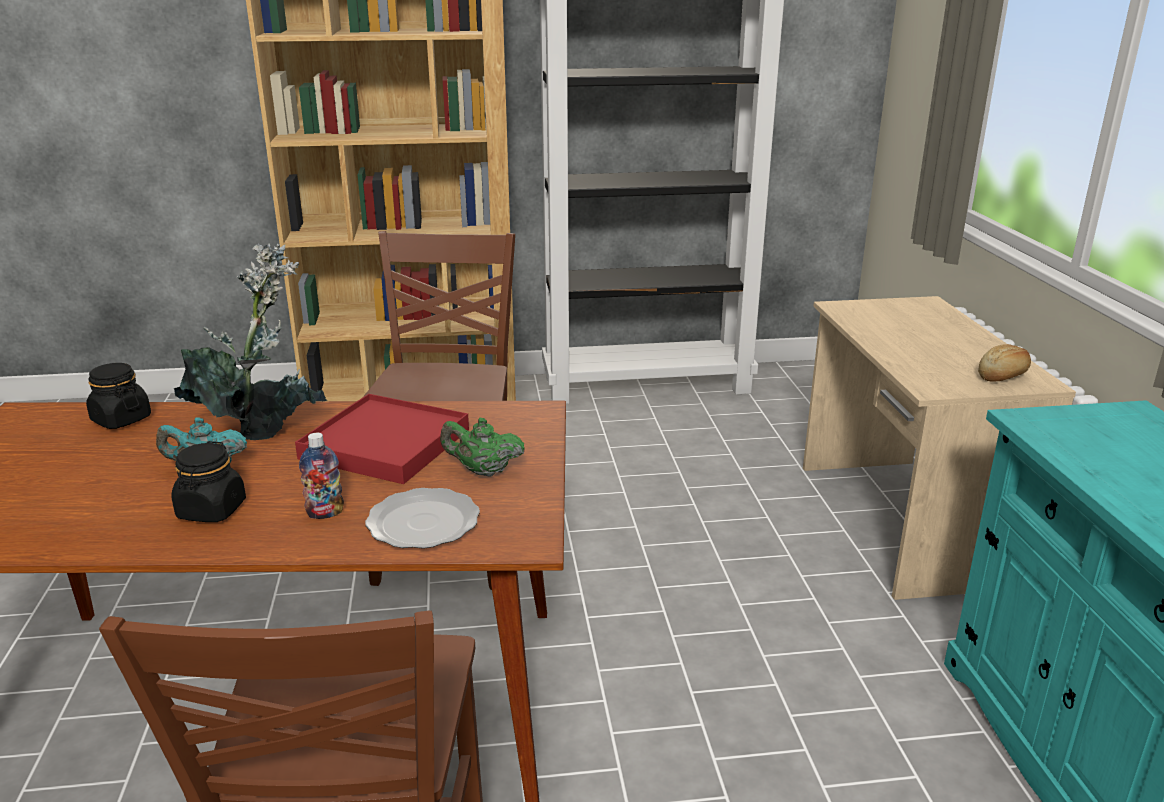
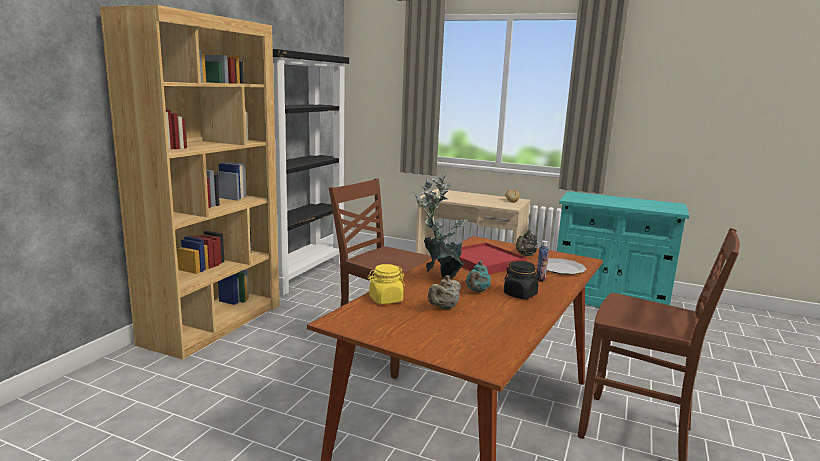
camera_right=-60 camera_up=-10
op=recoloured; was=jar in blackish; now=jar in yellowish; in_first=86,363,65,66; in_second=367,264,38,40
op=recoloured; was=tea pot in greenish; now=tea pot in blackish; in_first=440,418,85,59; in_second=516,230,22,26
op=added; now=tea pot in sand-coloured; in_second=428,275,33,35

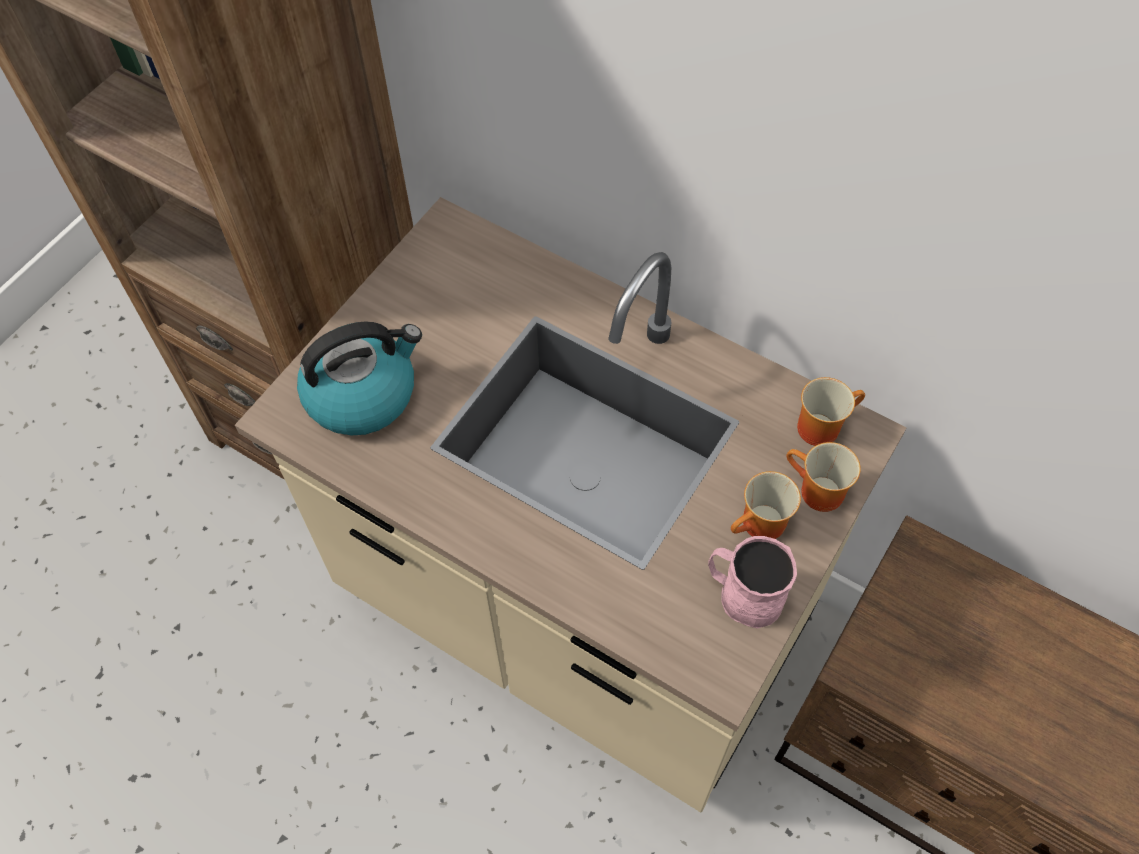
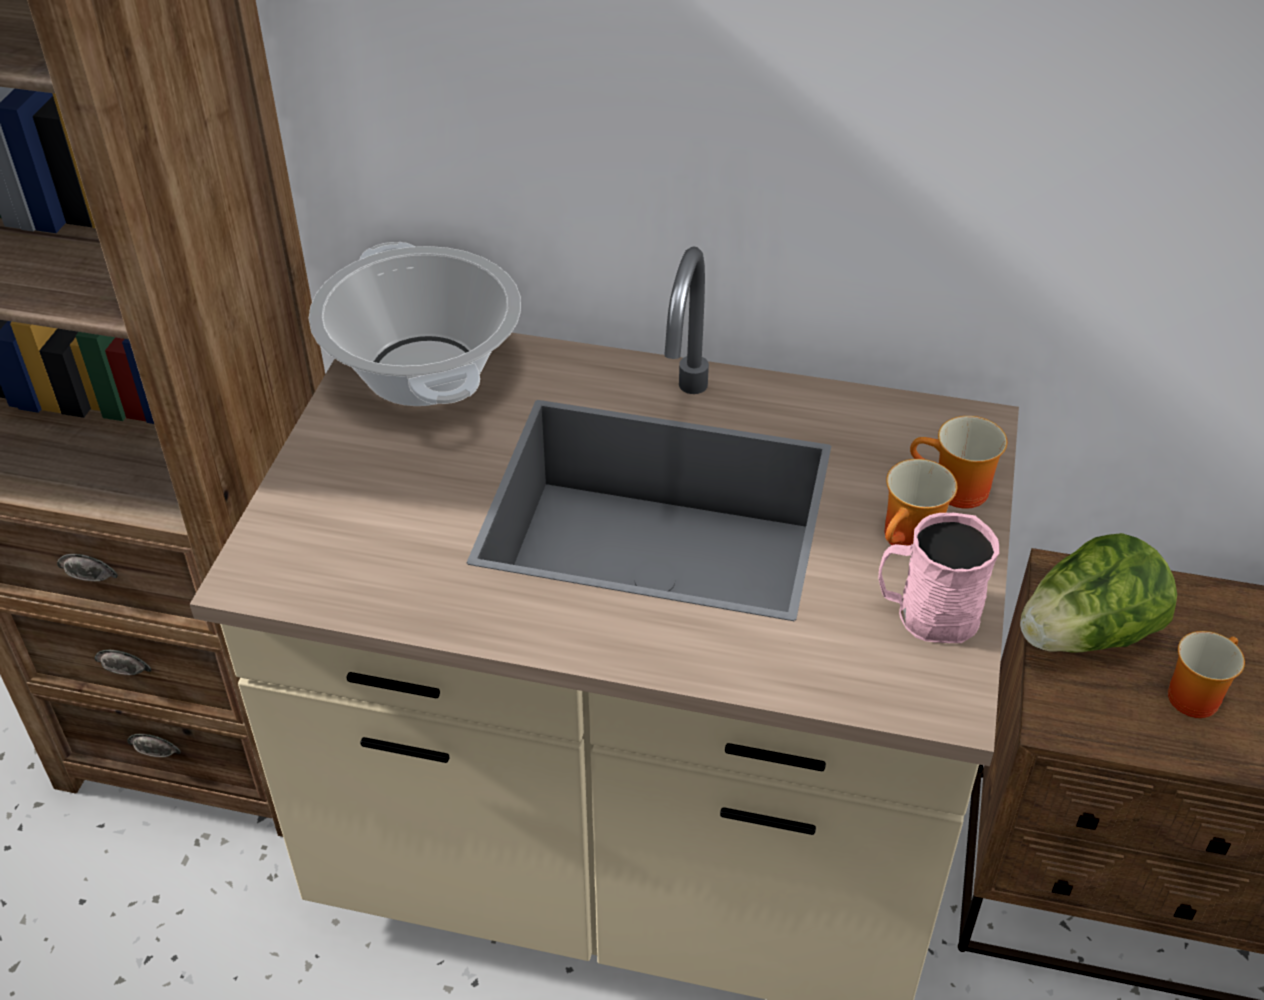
camera_right=-20 camera_up=-15
op=removed; was=tea kettle; in_first=297,322,125,113
op=moved; was=coffee mug; in_first=797,377,68,69; in_second=1168,631,77,87
op=added; now=stockpot; in_second=309,242,212,164
op=added; now=lettuce head; in_second=1020,533,157,120

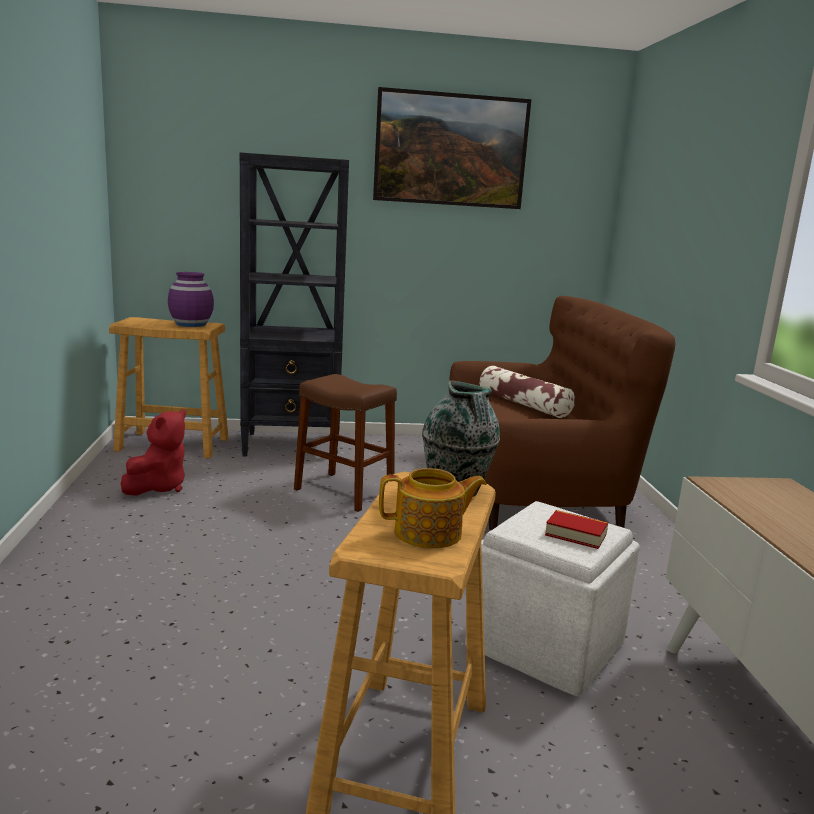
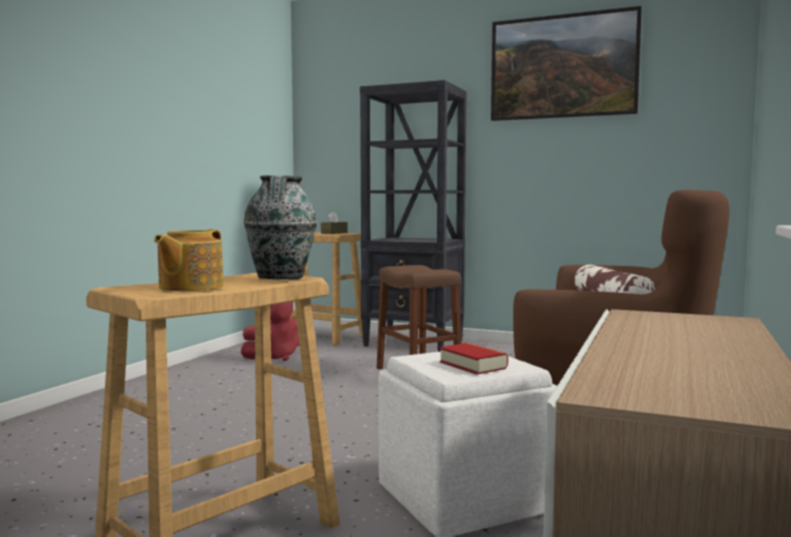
camera_right=30 camera_up=-10
op=replaced; was=decorative vase in purplish; now=box of tissues in brown; in_first=168,272,46,55; in_second=321,211,27,23
op=turned; was=tea pot; in_first=379,468,107,81; in_second=154,229,70,62; clockwise=90

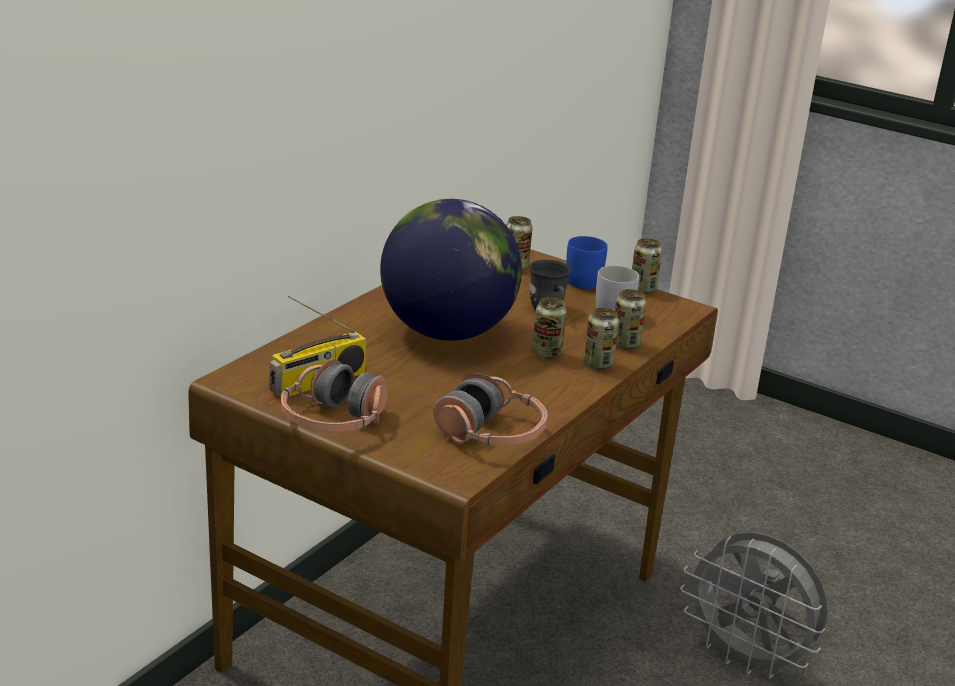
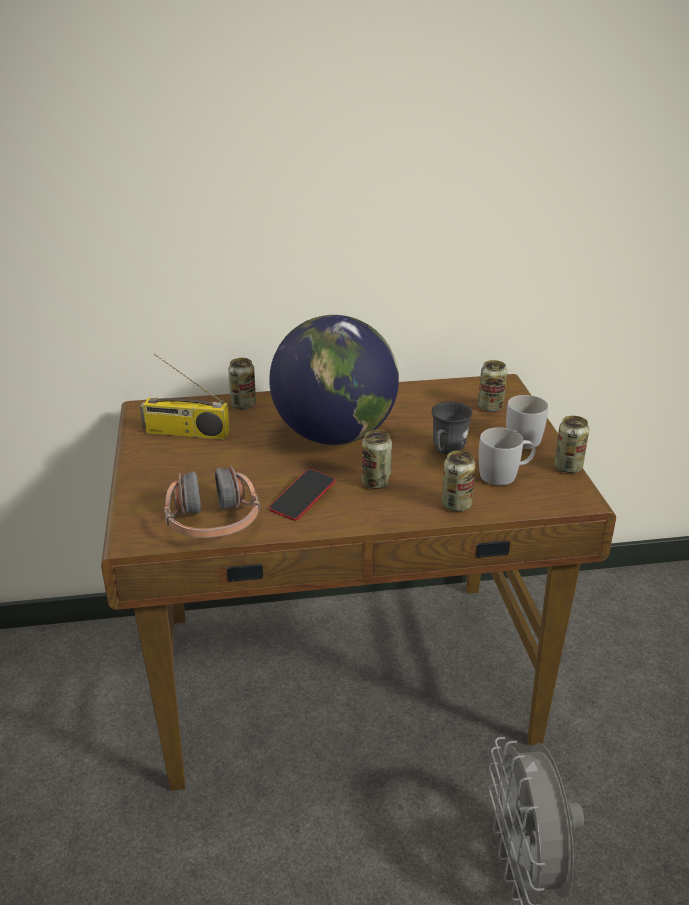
camera_right=50 camera_up=5
op=removed; was=headphones; in_first=281,360,107,72
op=recoloured; was=coffee mug in bluish; now=coffee mug in white; in_first=566,236,42,53; in_second=506,395,42,54
op=moved; was=sealed can; in_first=583,308,36,62; in_second=228,358,28,51
op=added; now=handset; in_second=269,469,66,52

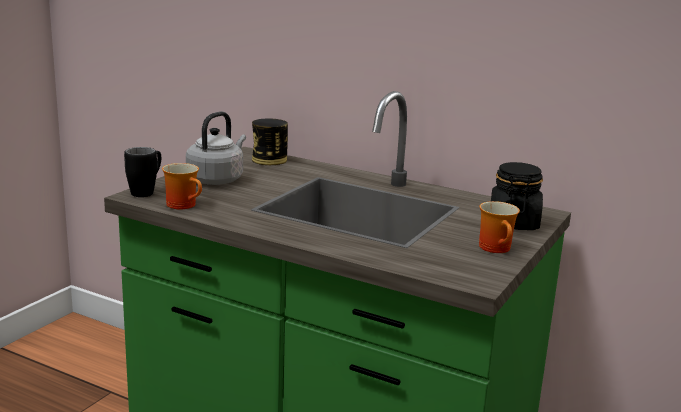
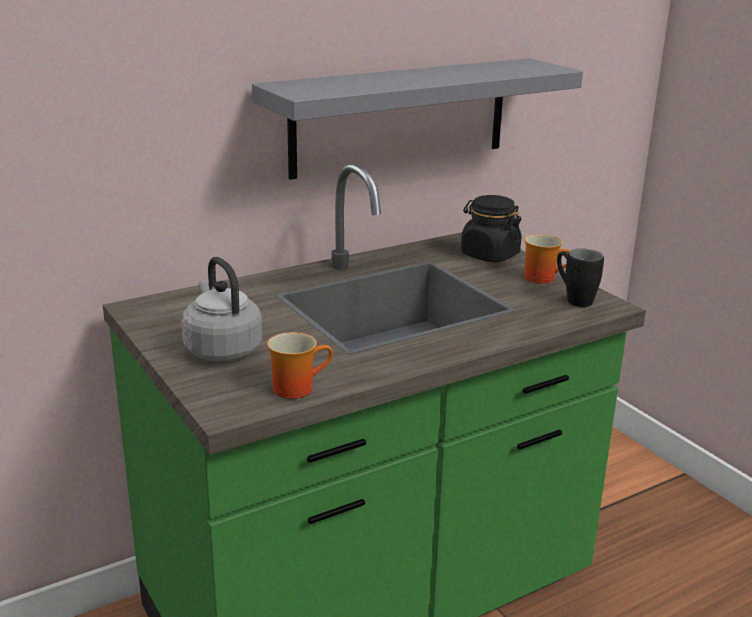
camera_right=-60 camera_up=5
op=moved; was=coffee mug in blackish; in_first=124,147,37,50; in_second=557,249,47,58
op=removed; was=sealed can; in_first=252,118,36,47
op=added; now=bracket shelf in greyish; in_second=252,58,331,122

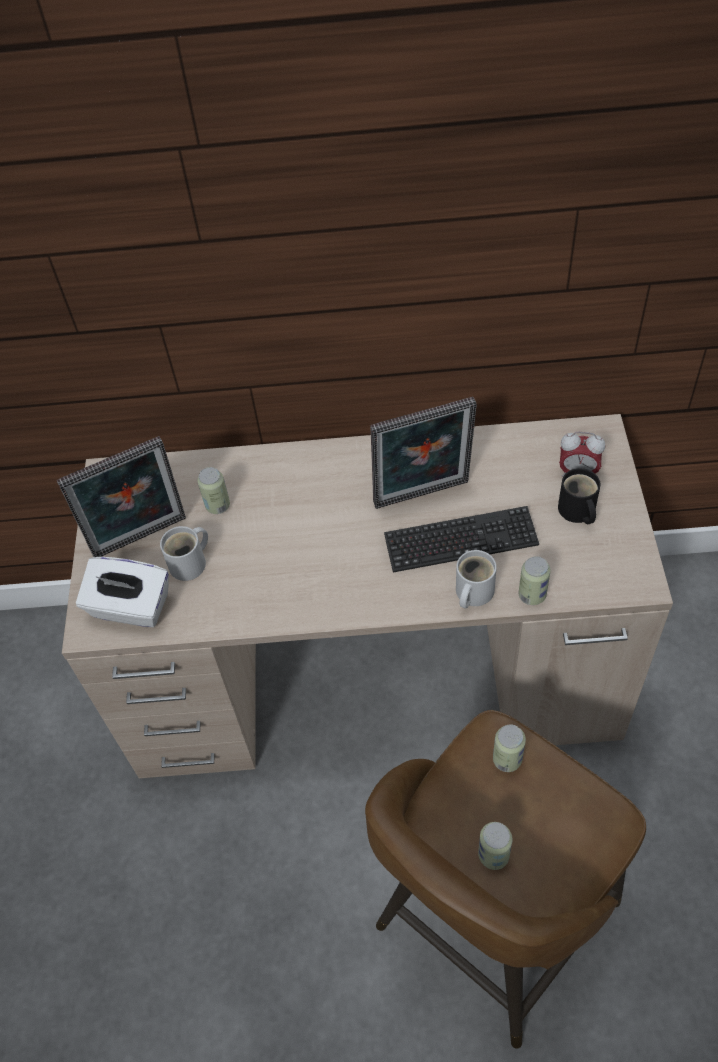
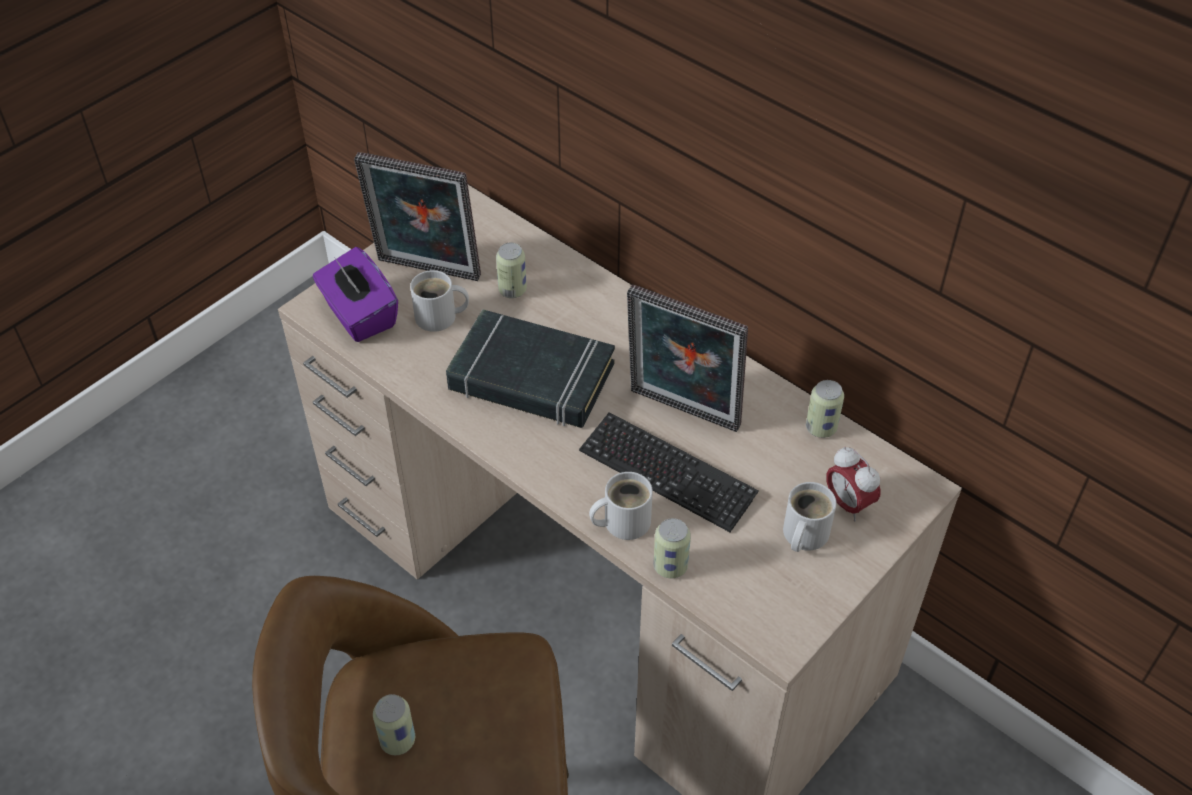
camera_right=40 camera_up=-5
op=recoloured; was=box of tissues in white; now=box of tissues in purplish; in_first=76,557,93,70; in_second=313,247,85,95
op=moved; was=sealed can; in_first=493,725,33,47; in_second=806,380,38,58
op=recoloured; was=coffee mug in blackish; now=coffee mug in white; in_first=558,468,43,56; in_second=783,482,54,70
op=added; now=book in blackish; in_second=446,309,169,119

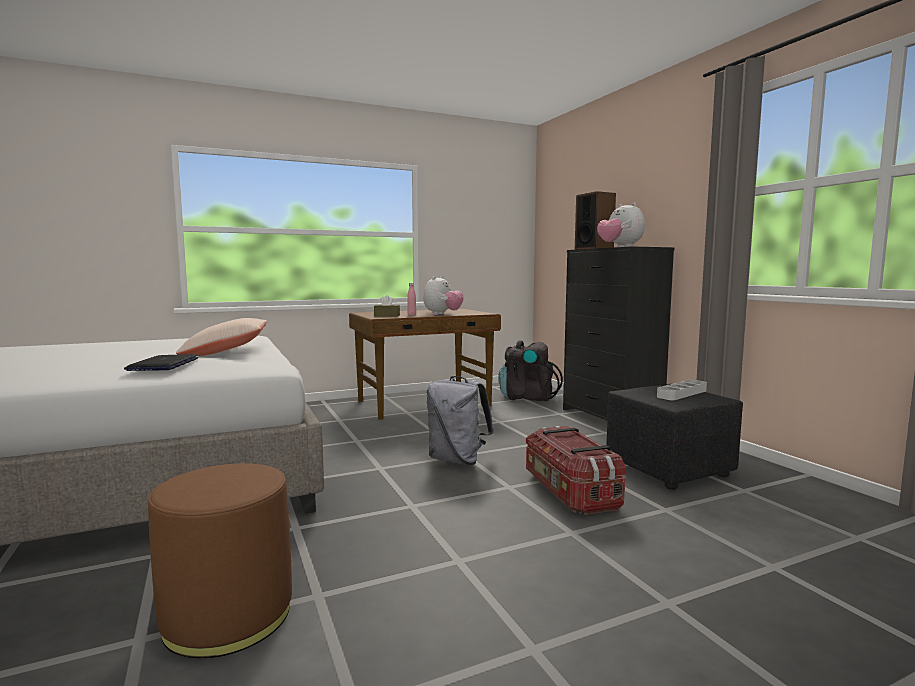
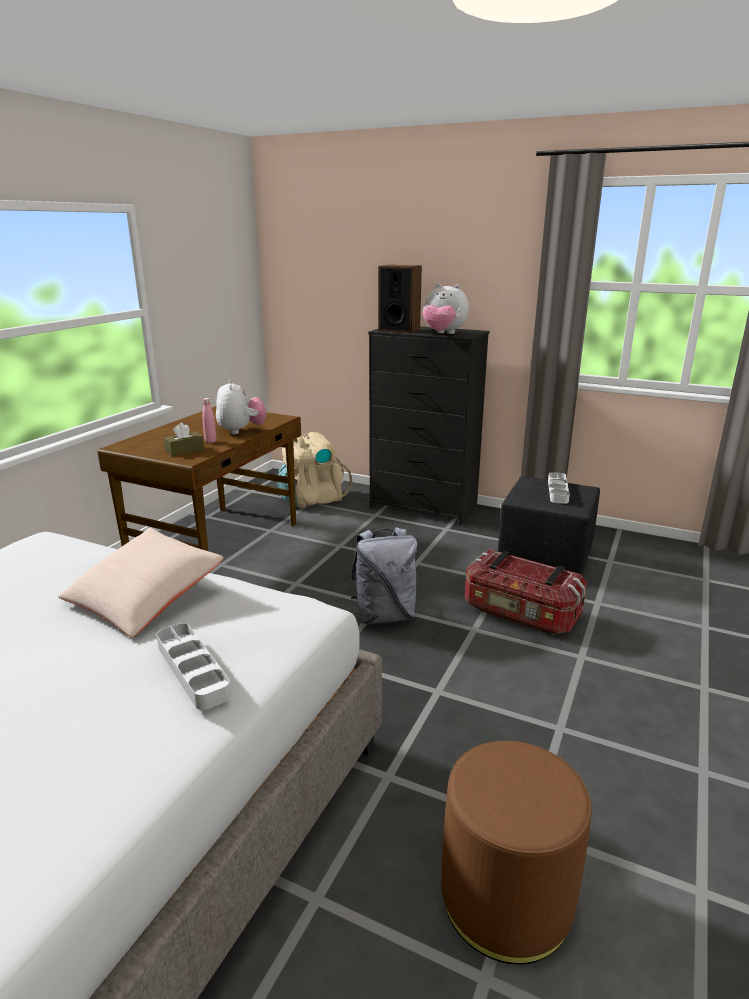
camera_right=-40 camera_up=15
op=replaced; was=notebook computer; now=serving tray in greyish; in_first=124,354,74,17; in_second=156,623,75,87
op=recoloured; was=rucksack in blackish; now=rucksack in sand-coloured; in_first=498,340,65,62; in_second=276,432,76,76

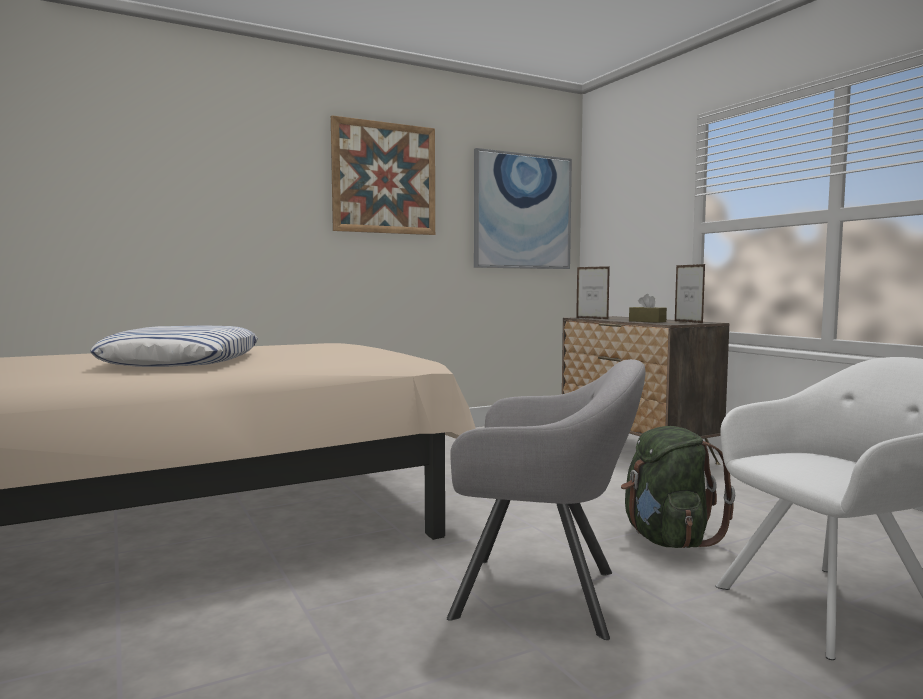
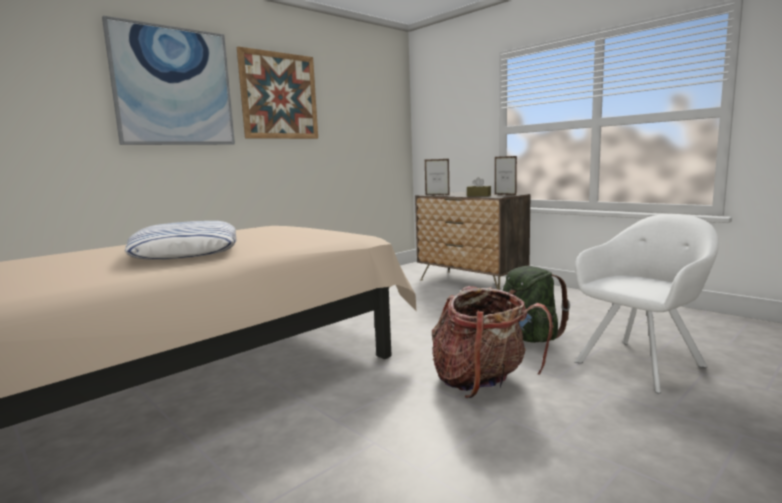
camera_right=-15 camera_up=5
op=replaced; was=armchair in greyish; now=rucksack; in_first=447,359,199,281; in_second=432,286,120,112
op=moved; was=wall picture; in_first=474,148,98,121; in_second=102,16,133,129

